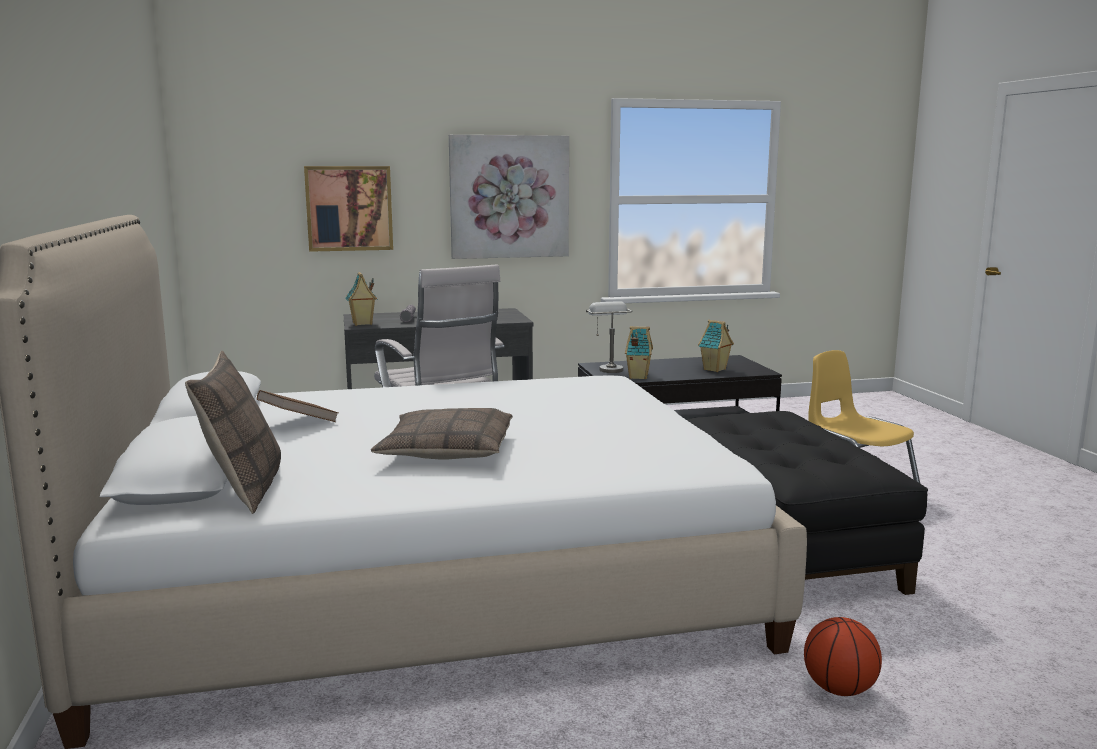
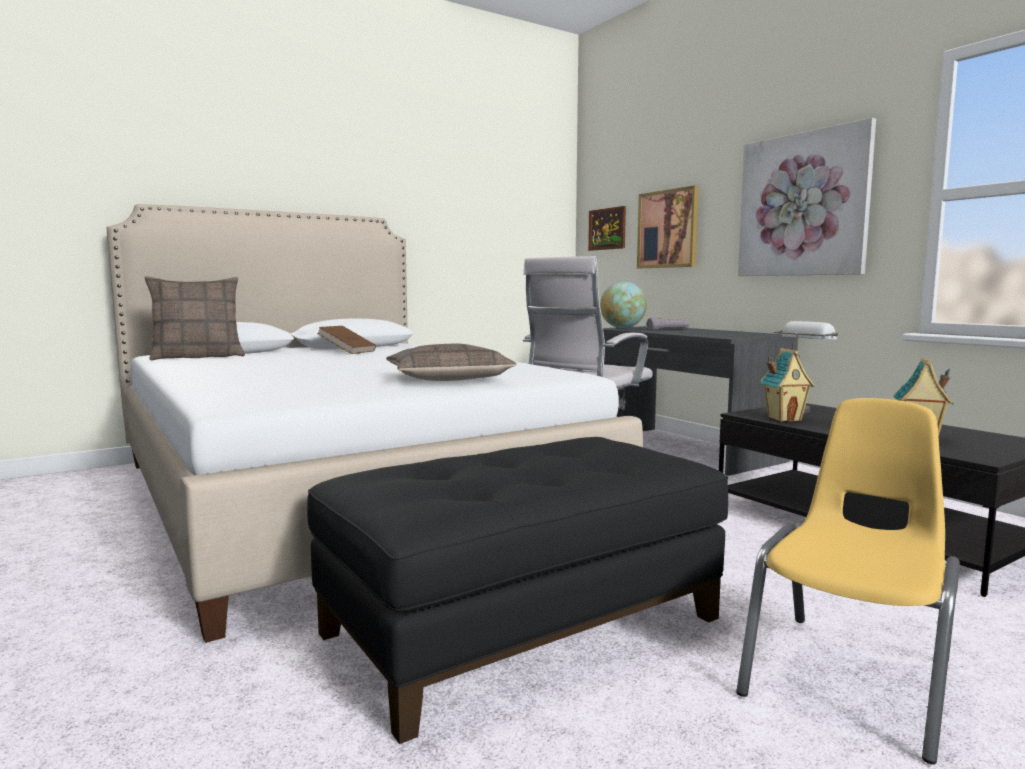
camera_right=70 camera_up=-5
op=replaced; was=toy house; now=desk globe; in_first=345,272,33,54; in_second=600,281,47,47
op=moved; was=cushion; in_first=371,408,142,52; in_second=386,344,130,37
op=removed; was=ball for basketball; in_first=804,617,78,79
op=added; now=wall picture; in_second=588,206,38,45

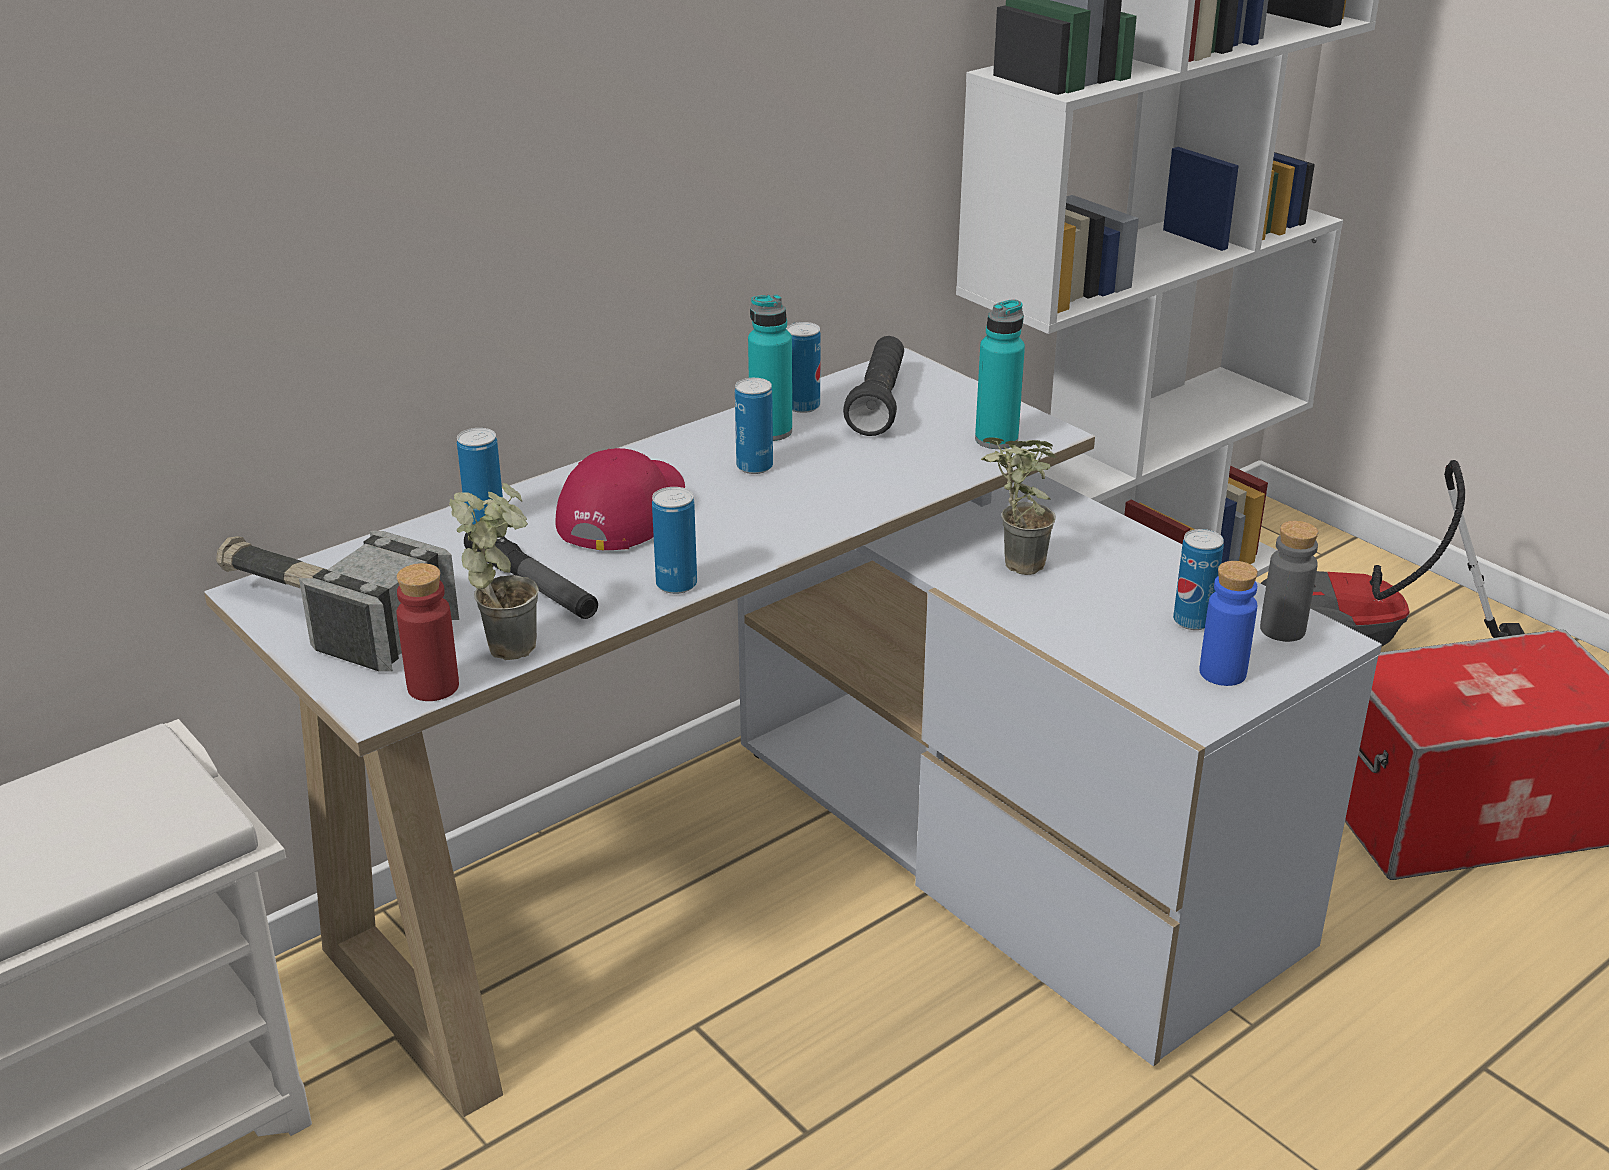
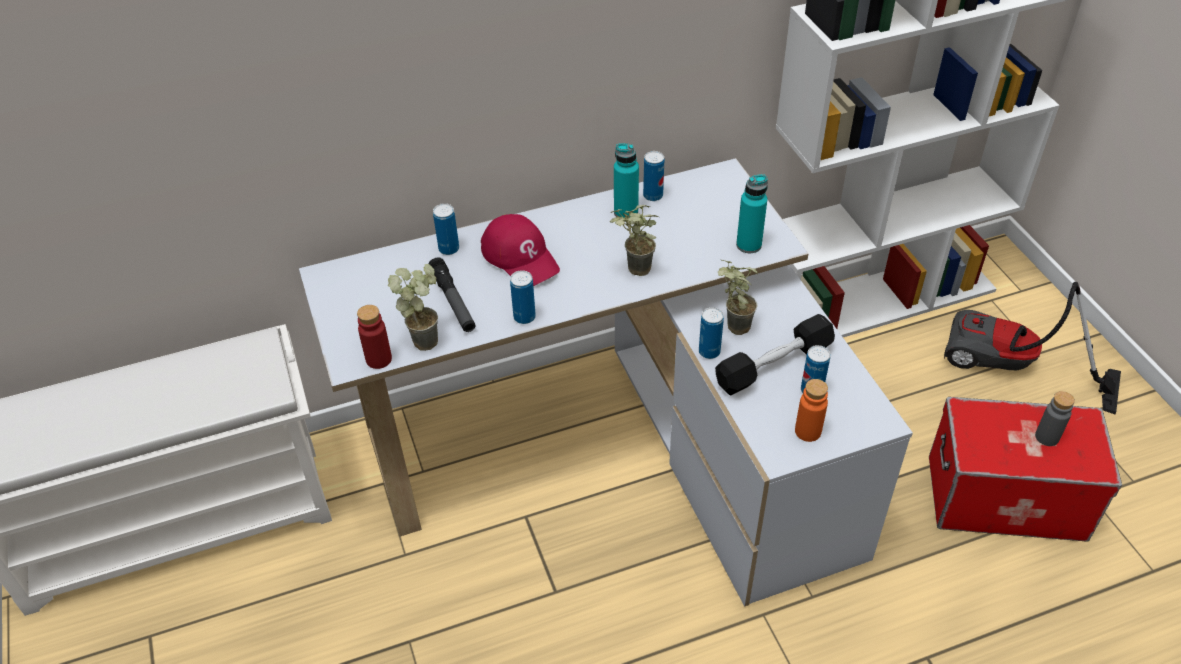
camera_right=20 camera_up=15
op=removed; was=hand hammer; in_first=216,531,243,141
op=turned; was=baseball cap in red; in_first=555,448,130,102; in_second=481,214,79,72; clockwise=105
op=moved; was=sealed can; in_first=735,378,38,96; in_second=699,307,25,52
op=removed; was=torch in blackish; in_first=843,336,61,100
op=recoloured; was=beverage bottle in bluish; now=beverage bottle in orange; in_first=1199,561,59,125; in_second=795,379,33,63
op=moved; was=beverage bottle in greyish; in_first=1260,521,59,121; in_second=1035,391,40,55
op=added; now=potted plant; in_second=610,205,49,71
op=added; now=dumbbell in blackish; in_second=715,314,120,81

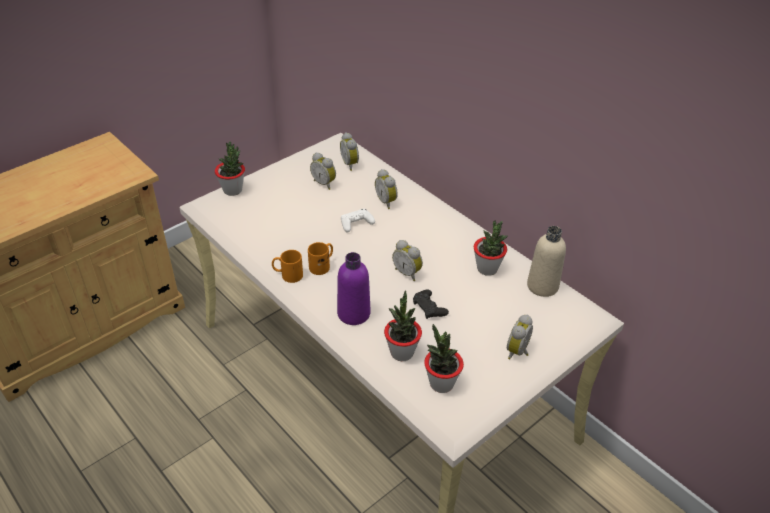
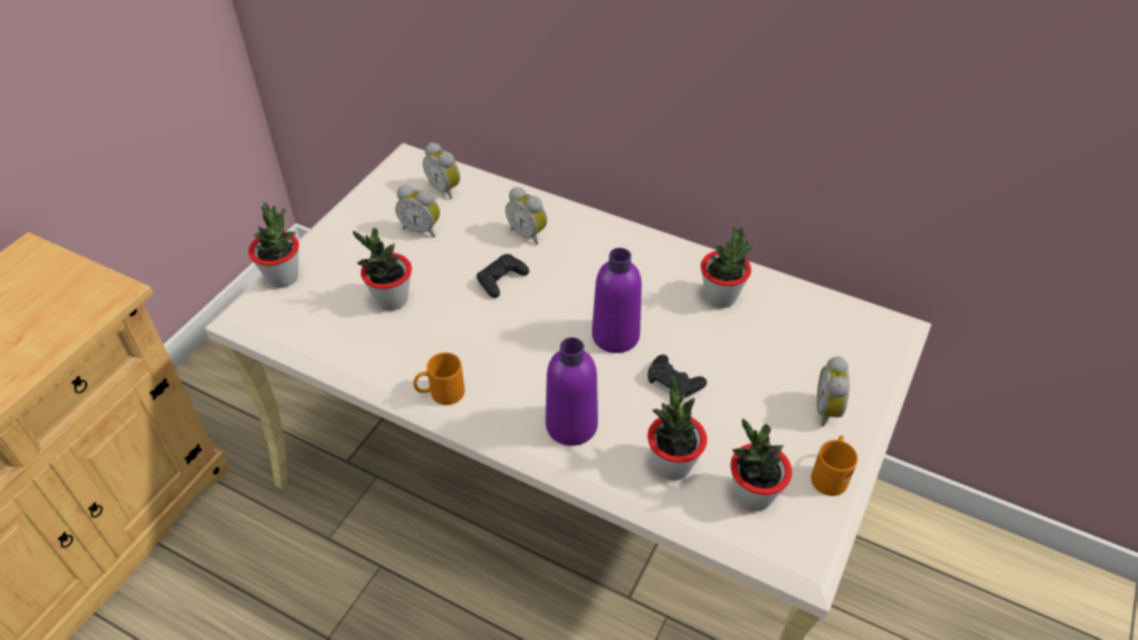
camera_right=-20 camera_up=5
op=moved; was=coffee mug in orange; in_first=308,242,25,33; in_second=811,435,47,61
op=recoloured; was=gamepad in white; now=gamepad in blackish; in_first=341,209,34,23; in_second=477,254,52,44
op=replaced; was=bedside clock; now=beverage bottle in purplish; in_first=392,240,31,41; in_second=592,248,50,105
op=removed; was=beverage bottle in sand-coloured; in_first=527,226,39,71
op=added; now=potted plant; in_second=353,228,59,83

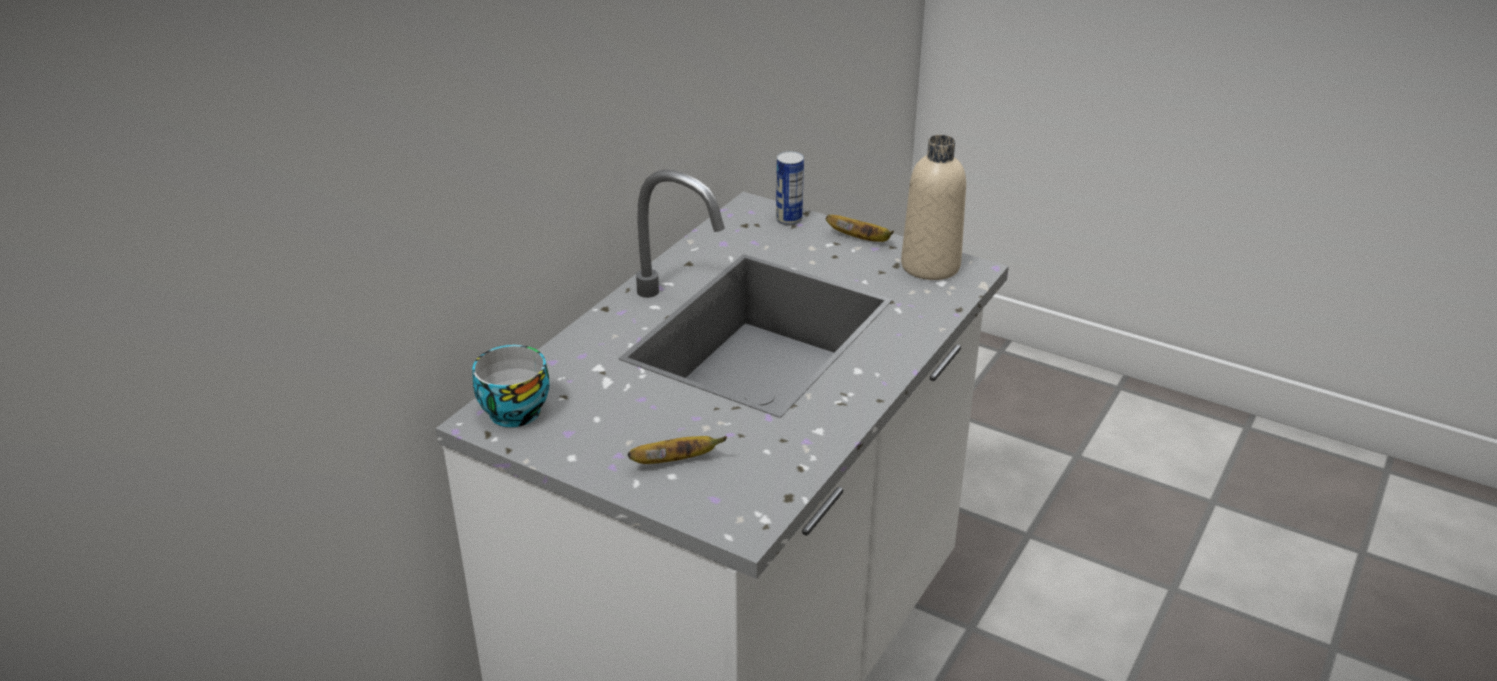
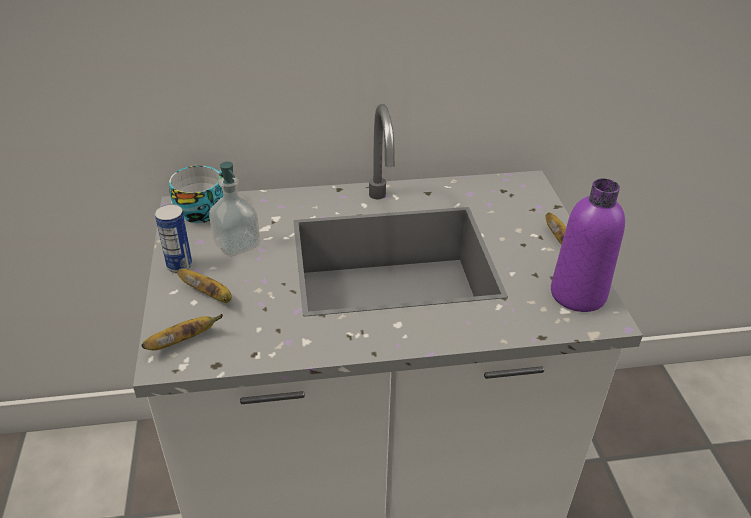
camera_right=50 camera_up=5
op=moved; was=sealed can; in_first=776,151,28,74; in_second=155,204,37,69
op=recoloured; was=beverage bottle in sand-coloured; now=beverage bottle in purplish; in_first=901,135,65,145; in_second=551,178,74,134
op=added; now=banana fruit; in_second=142,314,81,36
op=added; now=soap dispenser; in_second=209,162,51,95

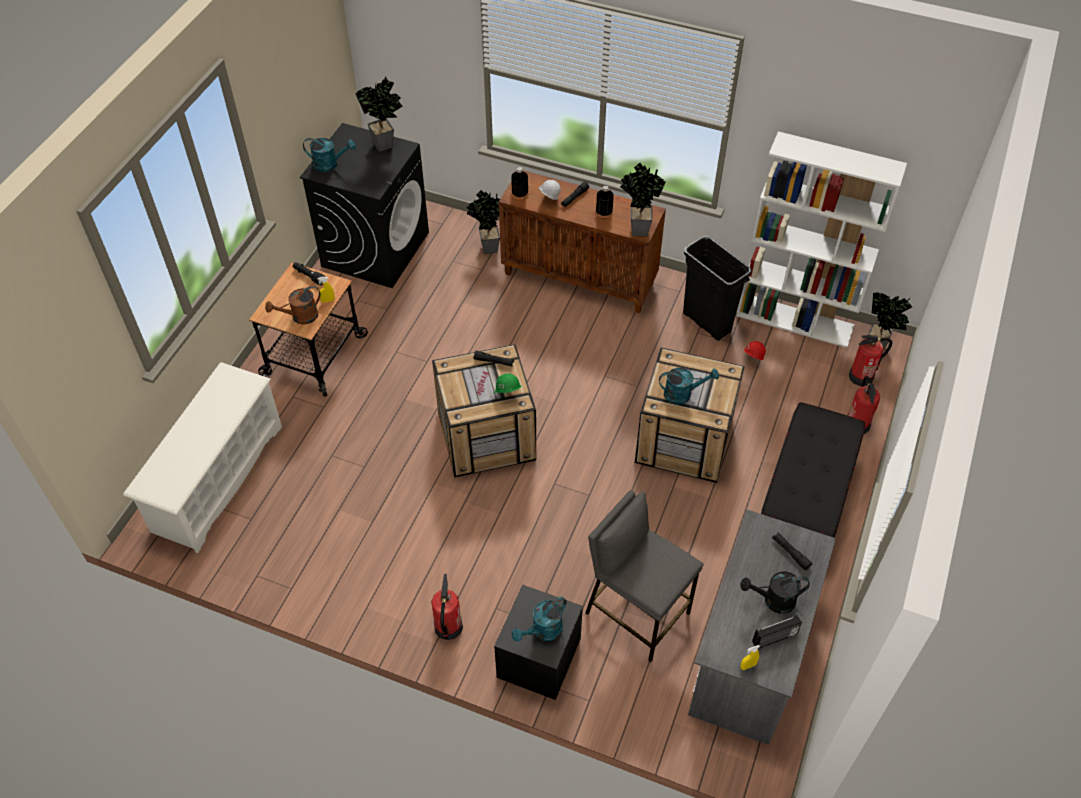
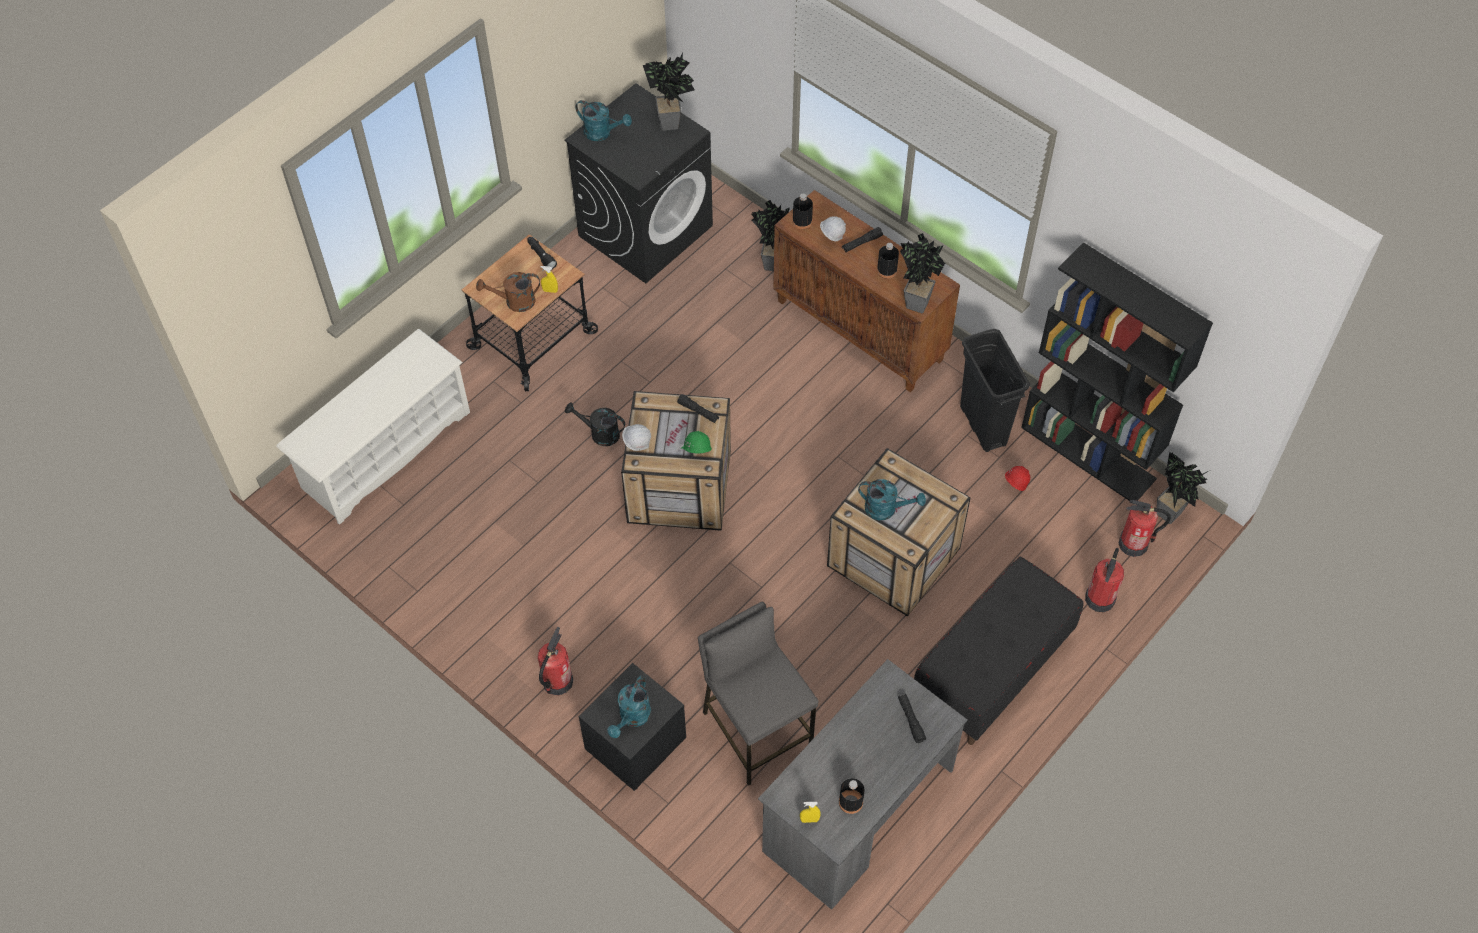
camera_right=20 camera_up=5
op=turned; was=watering pot in turquoise-coloured; in_first=512,597,55,45; in_second=607,675,44,63; clockwise=-45
op=recoloured; was=bookcase in white; now=bookcase in blackish; in_first=736,131,171,217; in_second=1021,242,192,259
op=moved; was=watering pot in blackish; in_first=740,571,70,43; in_second=565,402,60,44
op=replaced; was=radio receiver; now=beverage bottle in blackish; in_first=752,615,50,34; in_second=839,778,26,36
op=added; now=work helmet in white; in_second=622,424,29,27

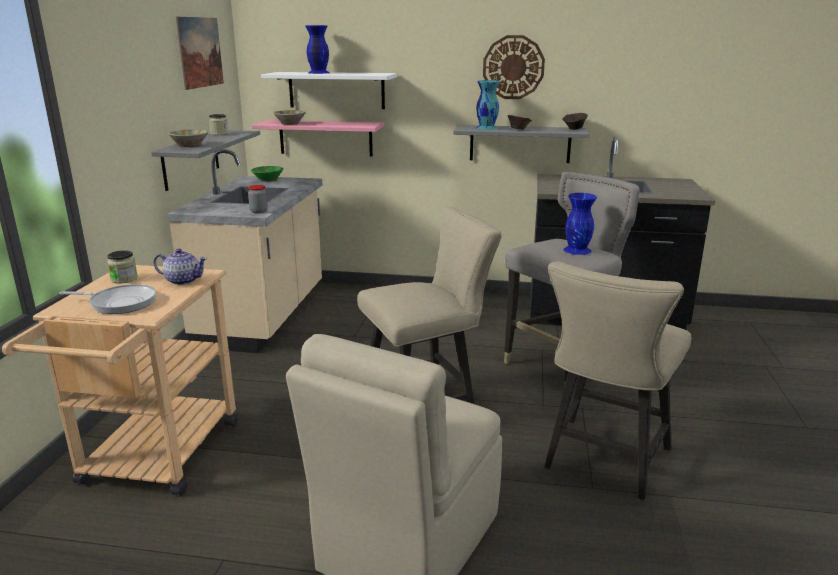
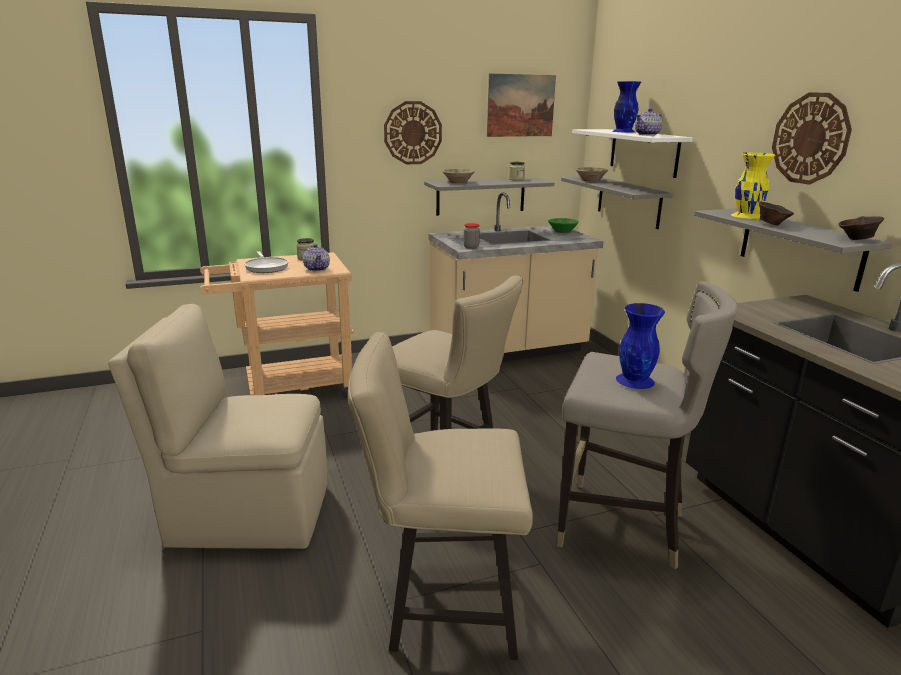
camera_right=60 camera_up=0
op=recoloured; was=bracket shelf in pink-coloured; now=bracket shelf in greyish; in_first=252,120,132,36; in_second=561,177,112,52
op=recoloured; was=decorative vase in turquoise-coloured; now=decorative vase in yellowish; in_first=476,80,24,50; in_second=731,153,44,66
op=added; now=wall clock; in_second=384,101,58,63
op=added; now=tea pot; in_second=635,108,27,27

